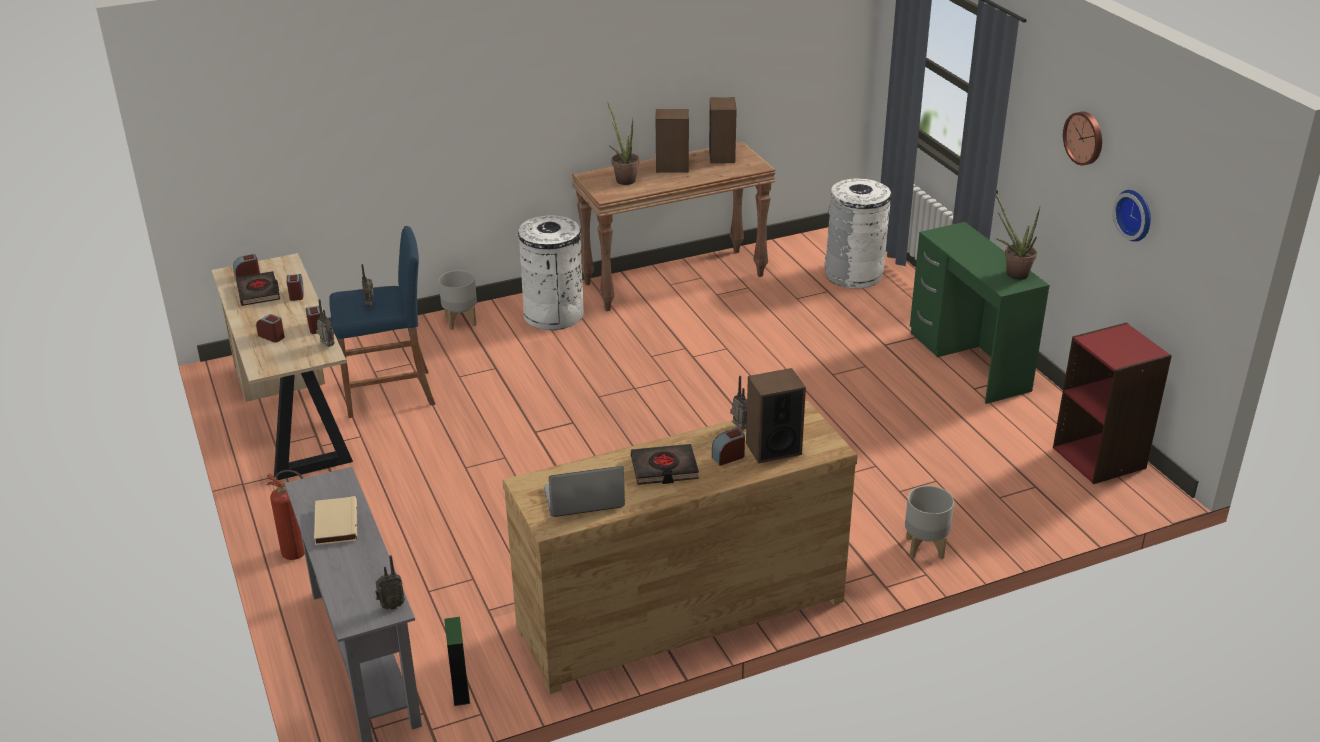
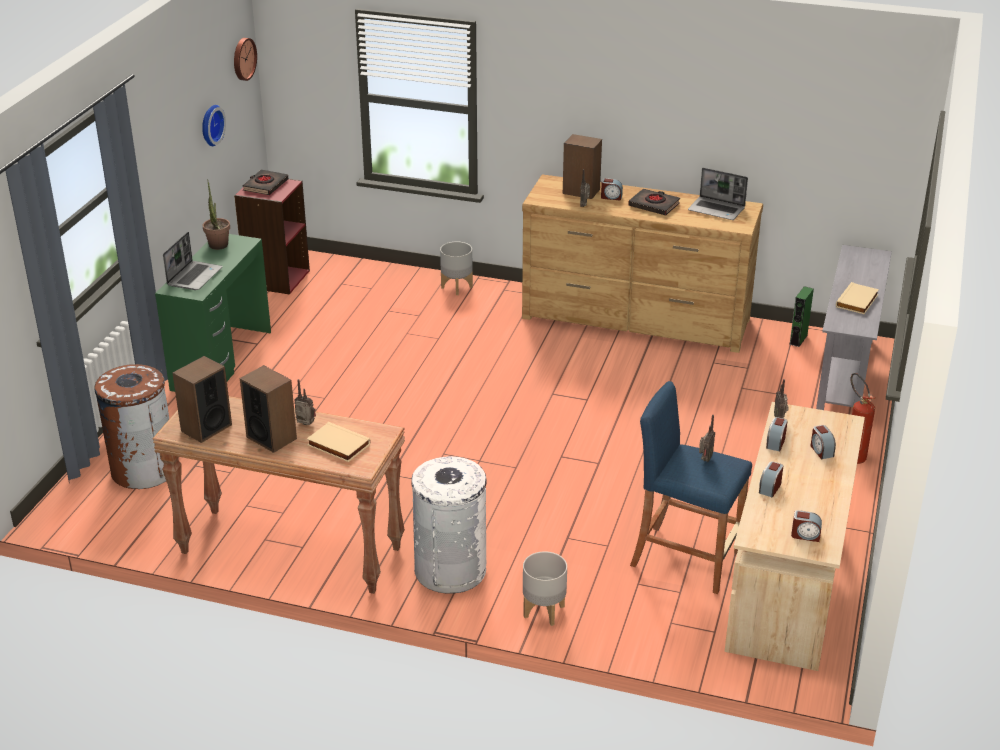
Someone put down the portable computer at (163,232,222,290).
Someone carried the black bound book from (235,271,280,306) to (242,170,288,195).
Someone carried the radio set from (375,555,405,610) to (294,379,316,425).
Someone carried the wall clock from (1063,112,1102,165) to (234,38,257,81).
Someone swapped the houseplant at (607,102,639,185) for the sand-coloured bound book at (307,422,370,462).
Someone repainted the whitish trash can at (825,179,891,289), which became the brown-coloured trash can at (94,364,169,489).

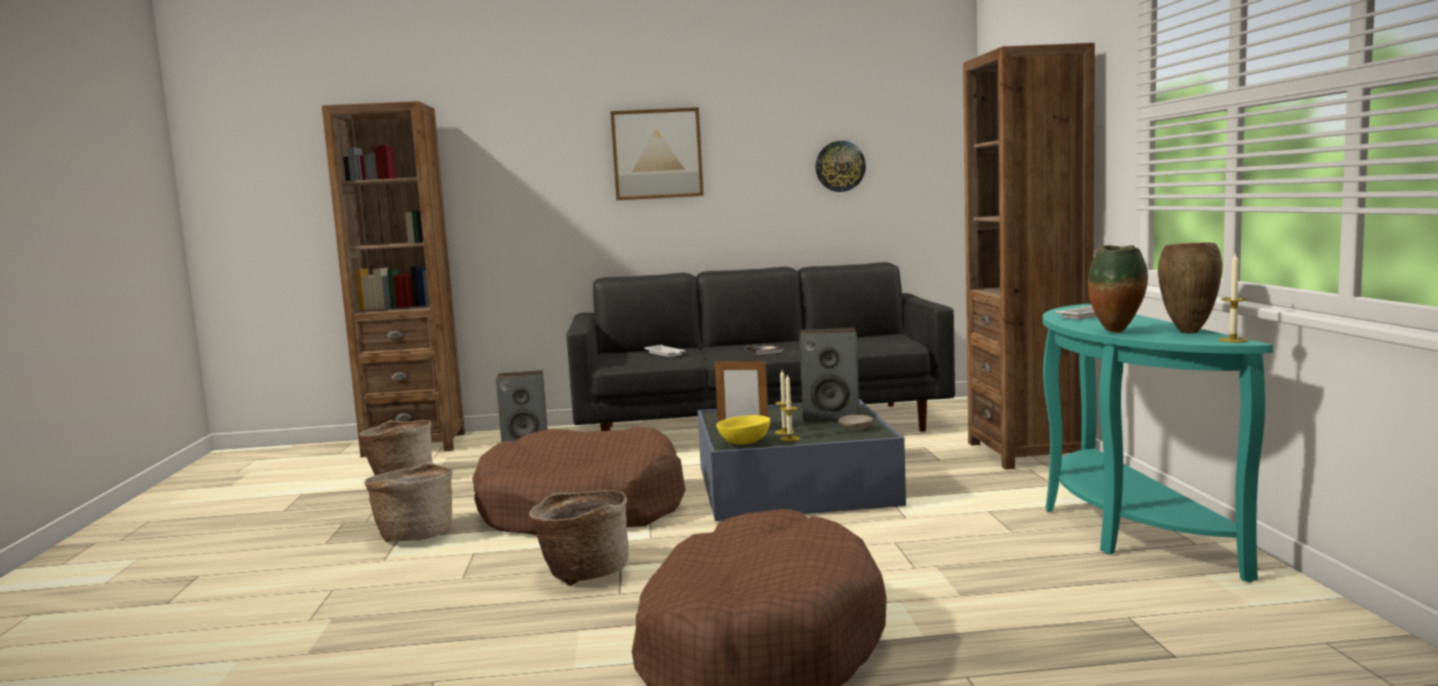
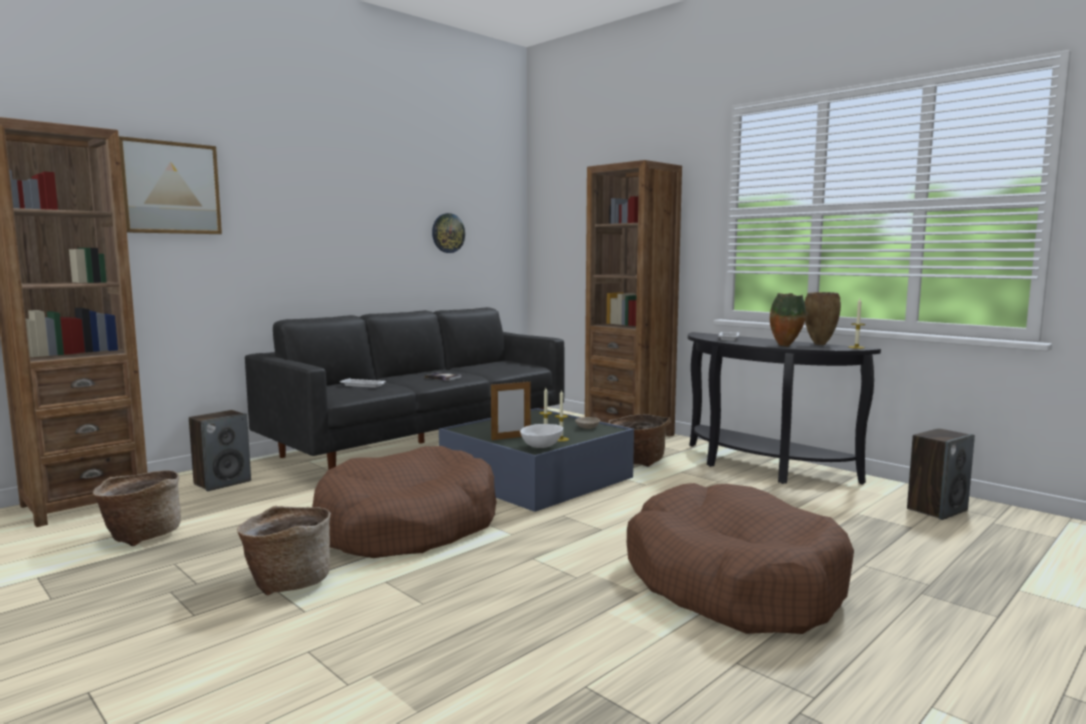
Someone carried the storage basket from (529,490,629,586) to (608,414,671,467).
Someone carried the picture from (610,107,704,200) to (119,136,222,234).
Someone carried the audio speaker from (800,328,859,422) to (907,428,975,520).
Someone repainted the yellowish deep dish at (716,415,770,445), which became the whitish deep dish at (520,424,563,448).
Someone repainted the blue-green narrow table at (1043,304,1273,582), which became the black narrow table at (688,332,881,484).

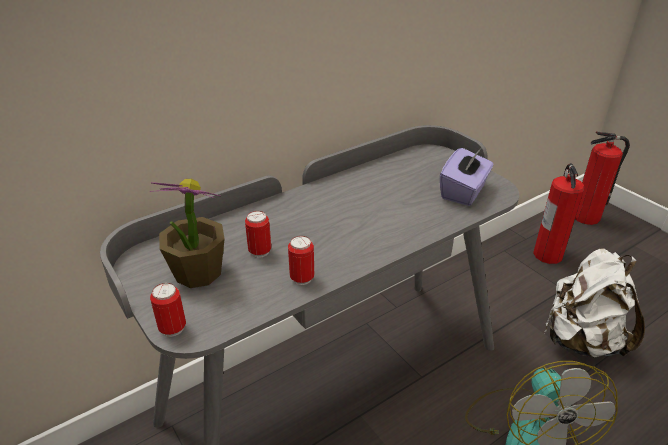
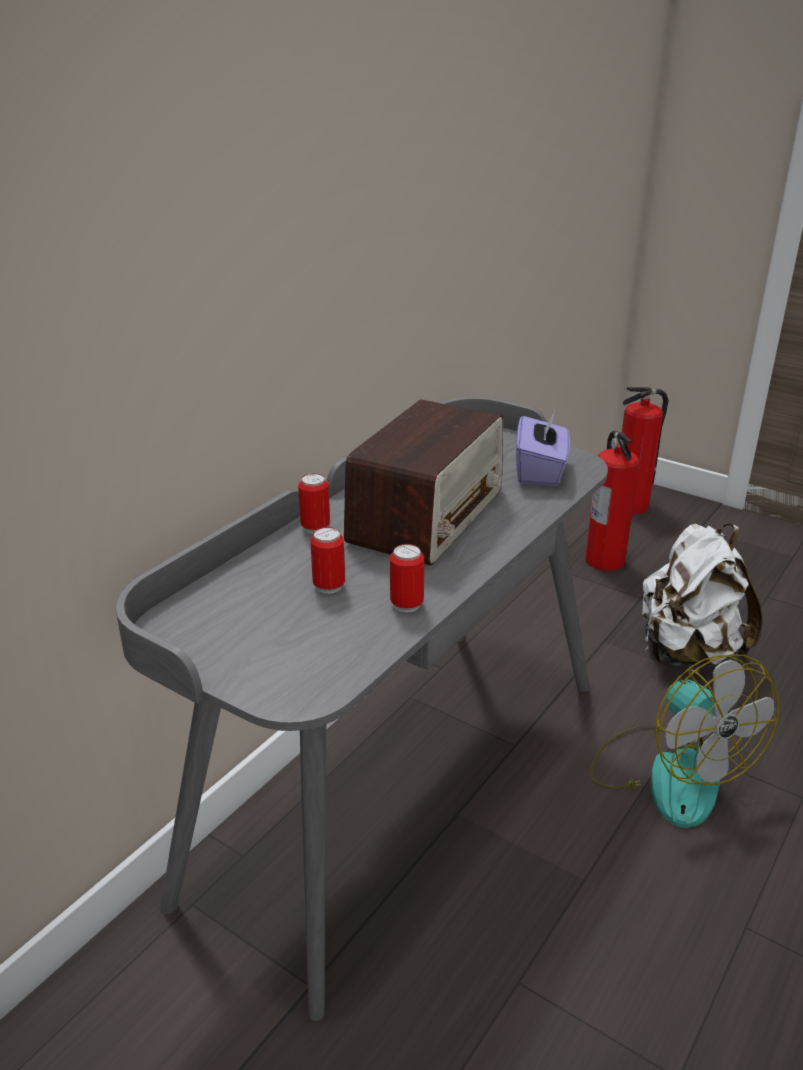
Someone took away the houseplant at (150,179,224,288).
Someone put down the radio set at (344,400,503,566).
Someone carried the sealed can from (150,283,186,337) to (298,473,330,534).

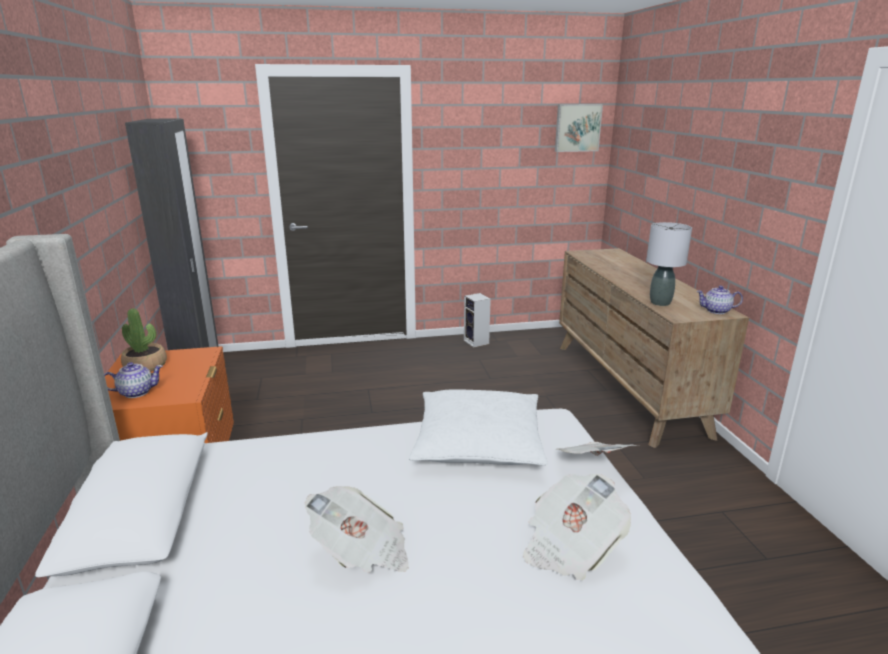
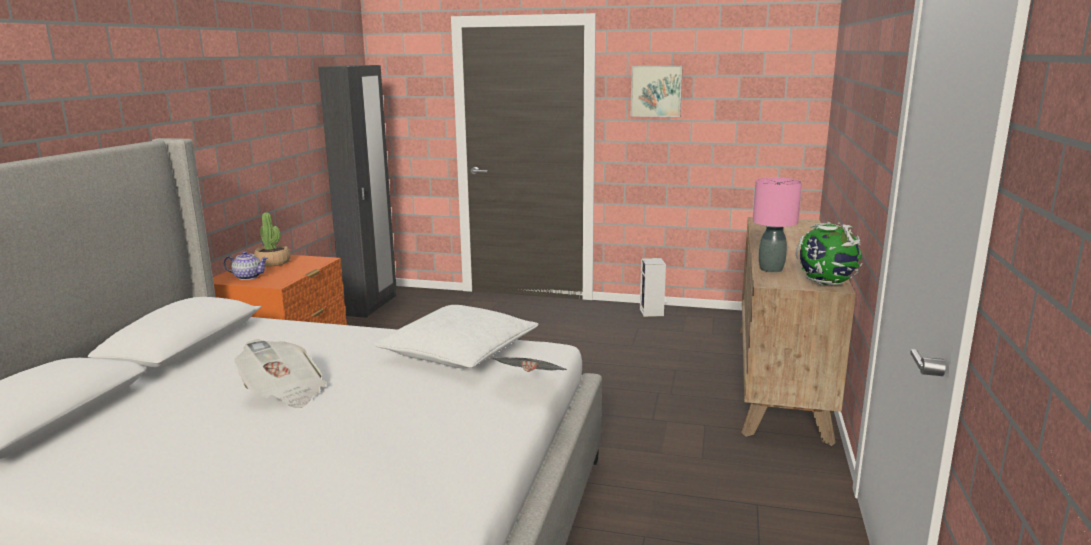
Someone took away the newspaper at (523,474,631,580).
Someone carried the picture from (555,104,603,152) to (631,66,683,117).
Someone swapped the tea pot at (696,286,743,314) for the world globe at (796,222,862,285).
Someone repainted the gray lamp for a table at (646,222,692,306), which became the pinkish lamp for a table at (753,177,802,273).

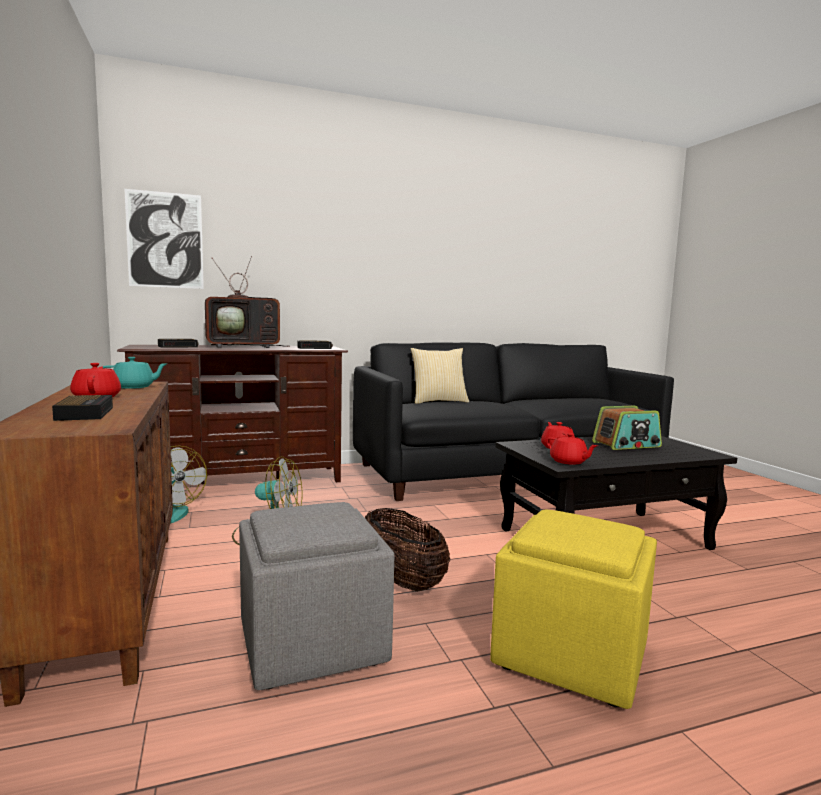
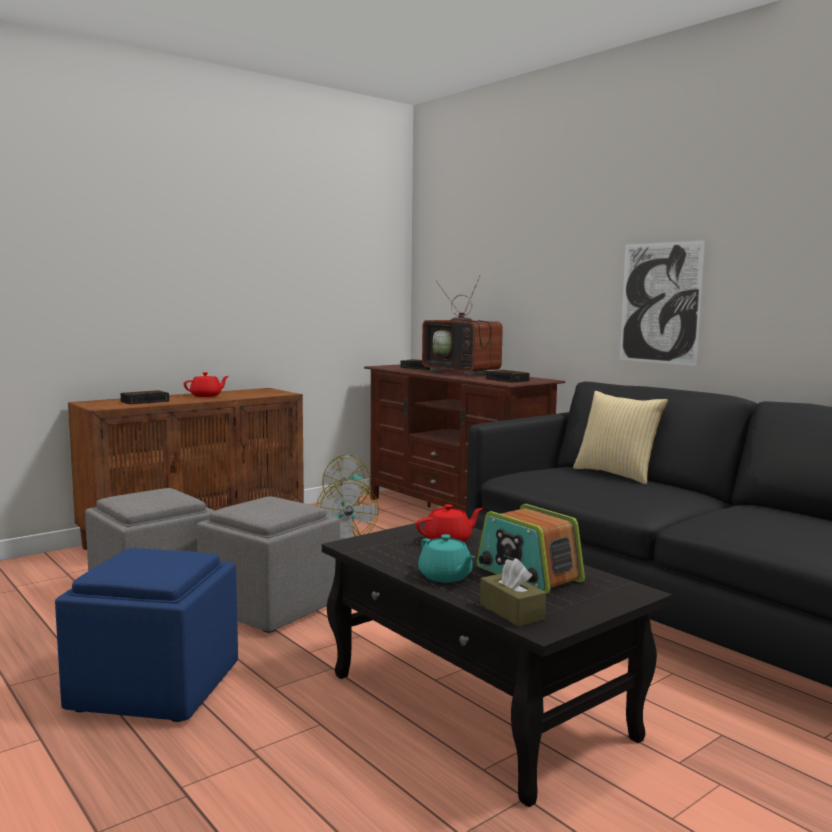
Someone took away the reddish tea pot at (546,433,598,465).
Someone put down the brown-coloured tissue box at (480,558,546,626).
Someone carried the blue-green tea pot from (102,357,168,389) to (418,534,475,583).
Someone carried the picture from (124,189,204,289) to (620,240,705,366).
Someone swapped the storage basket at (365,508,450,592) for the gray pouffe at (197,496,340,633).
Someone repainted the yellowish pouffe at (490,510,657,709), which became the blue pouffe at (55,548,238,722).

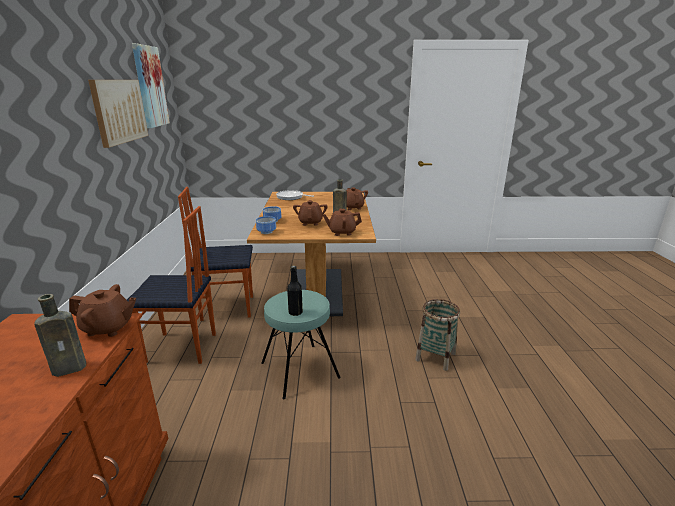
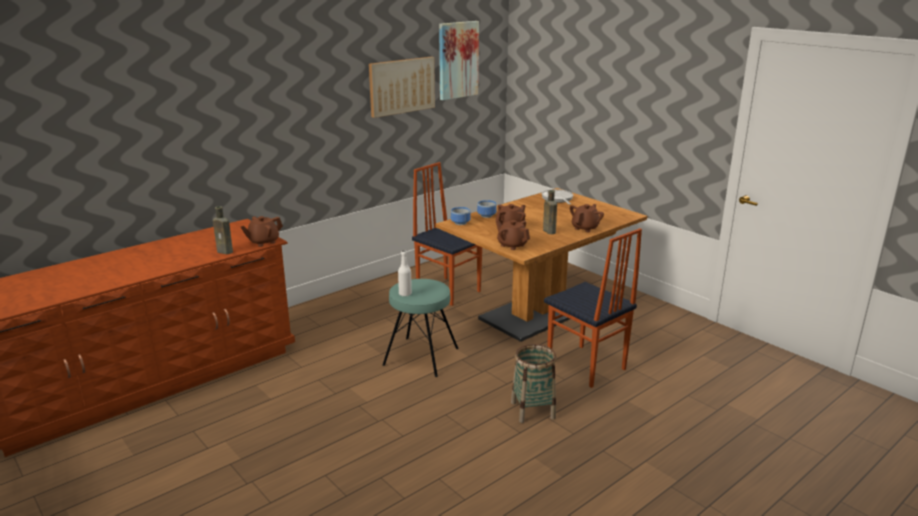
Someone carried the plain chair from (127,206,216,364) to (544,228,642,388).
Someone repainted the black beverage bottle at (287,266,303,316), which became the whitish beverage bottle at (398,251,412,297).
Someone rotated the brown-coloured tea pot at (69,284,136,337) by 90 degrees clockwise.

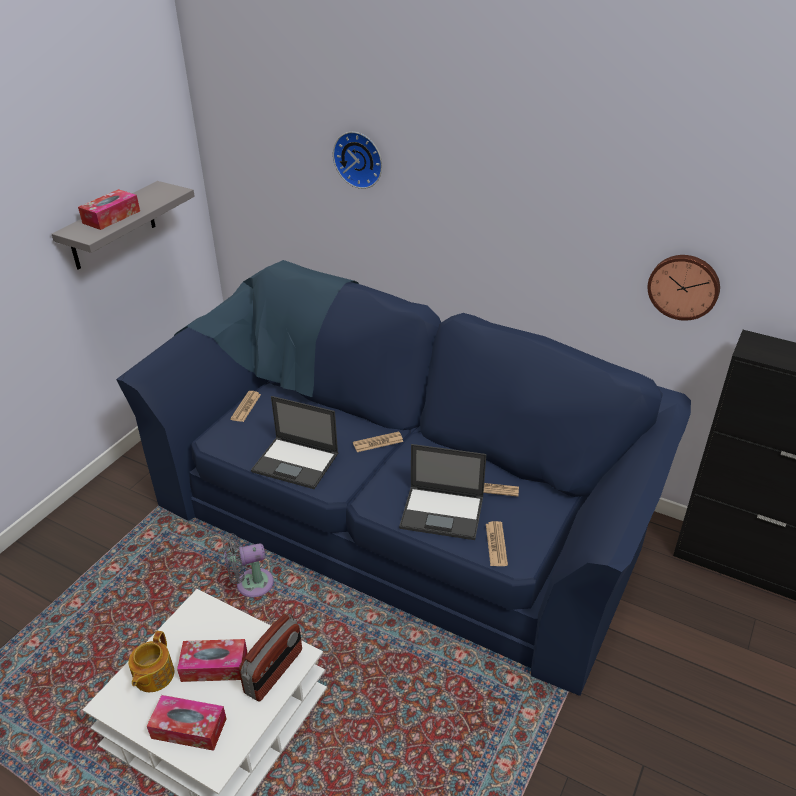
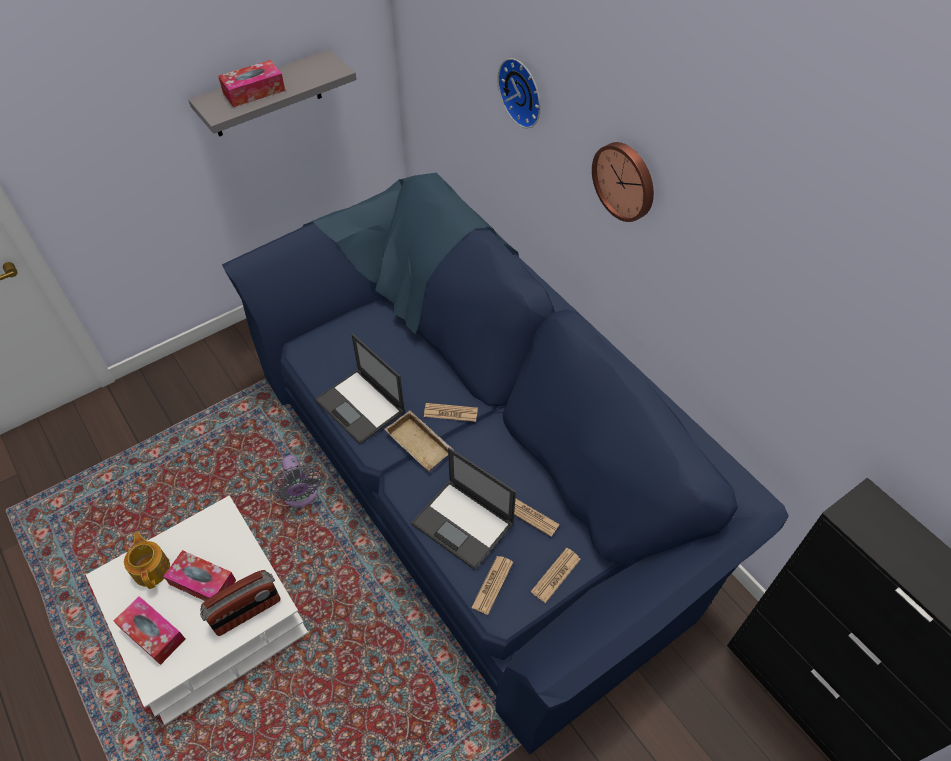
Someone put down the sand-coloured tray at (384,410,454,472).
Someone carried the newspaper from (230,391,261,422) to (531,548,581,603).
Someone carried the wall clock from (648,255,720,321) to (592,142,654,222).
Someone rotated the tea pot at (128,631,174,692) by 120 degrees clockwise.
Someone rotated the gray fan at (222,533,274,597) by 120 degrees counterclockwise.

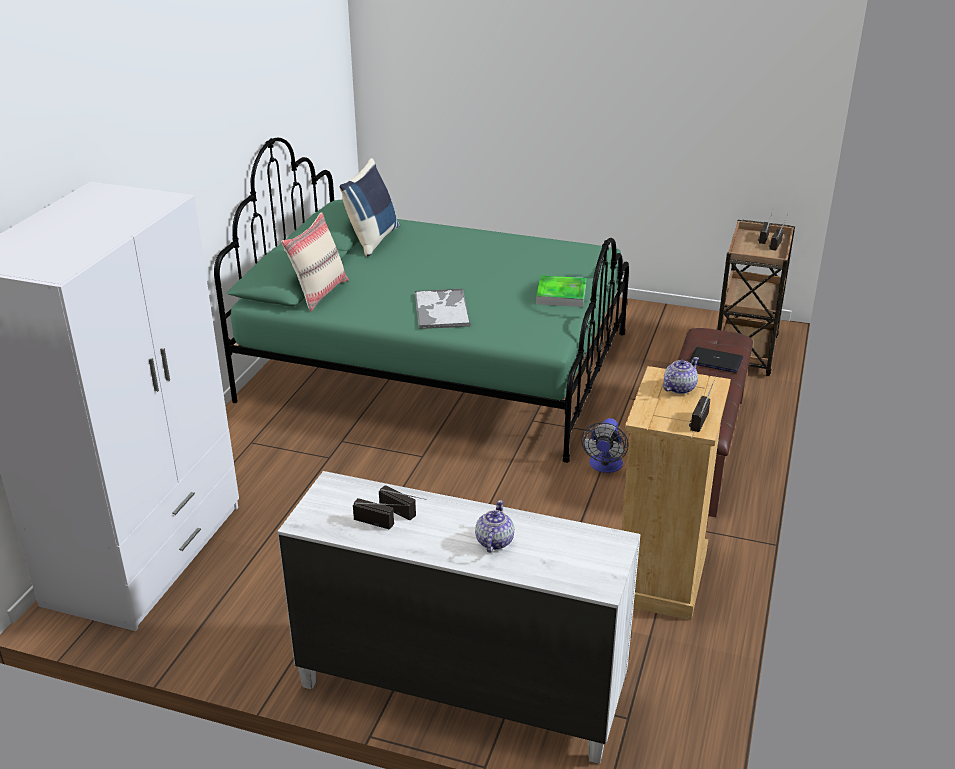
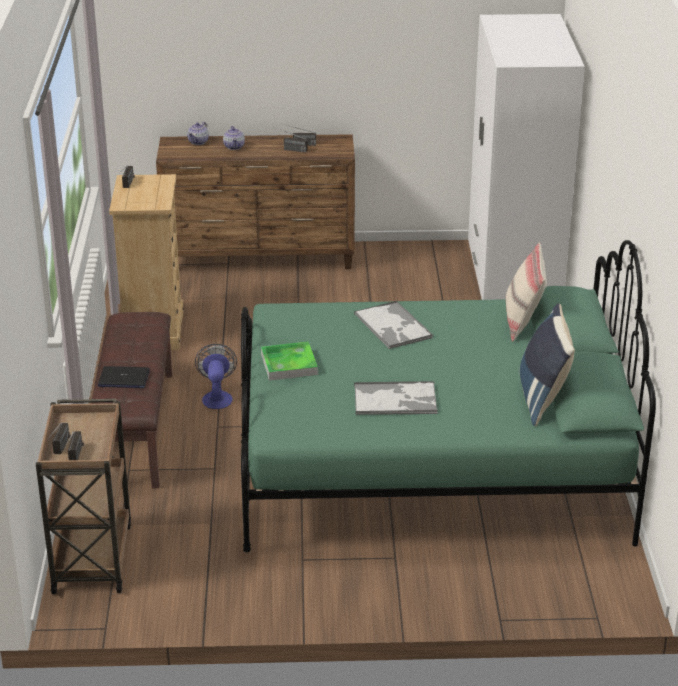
Someone put down the tray at (354,381,438,415).
Someone carried the tea pot from (663,357,699,394) to (187,122,209,145).
Someone repainted the whitish dresser at (277,471,640,764), which became the brown-coloured dresser at (156,134,355,269).

